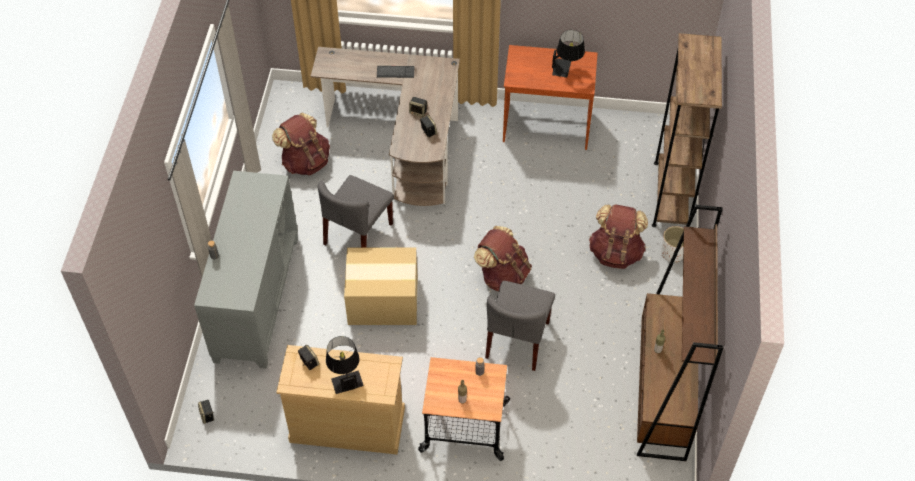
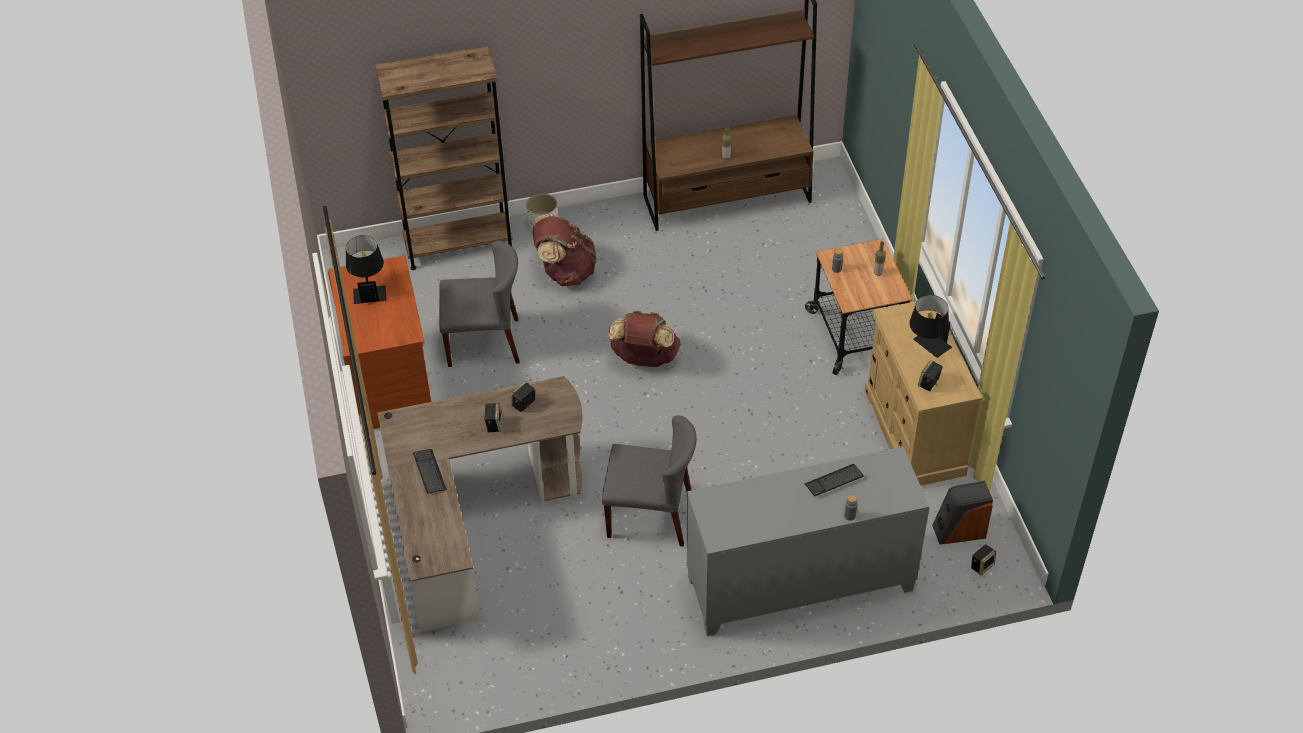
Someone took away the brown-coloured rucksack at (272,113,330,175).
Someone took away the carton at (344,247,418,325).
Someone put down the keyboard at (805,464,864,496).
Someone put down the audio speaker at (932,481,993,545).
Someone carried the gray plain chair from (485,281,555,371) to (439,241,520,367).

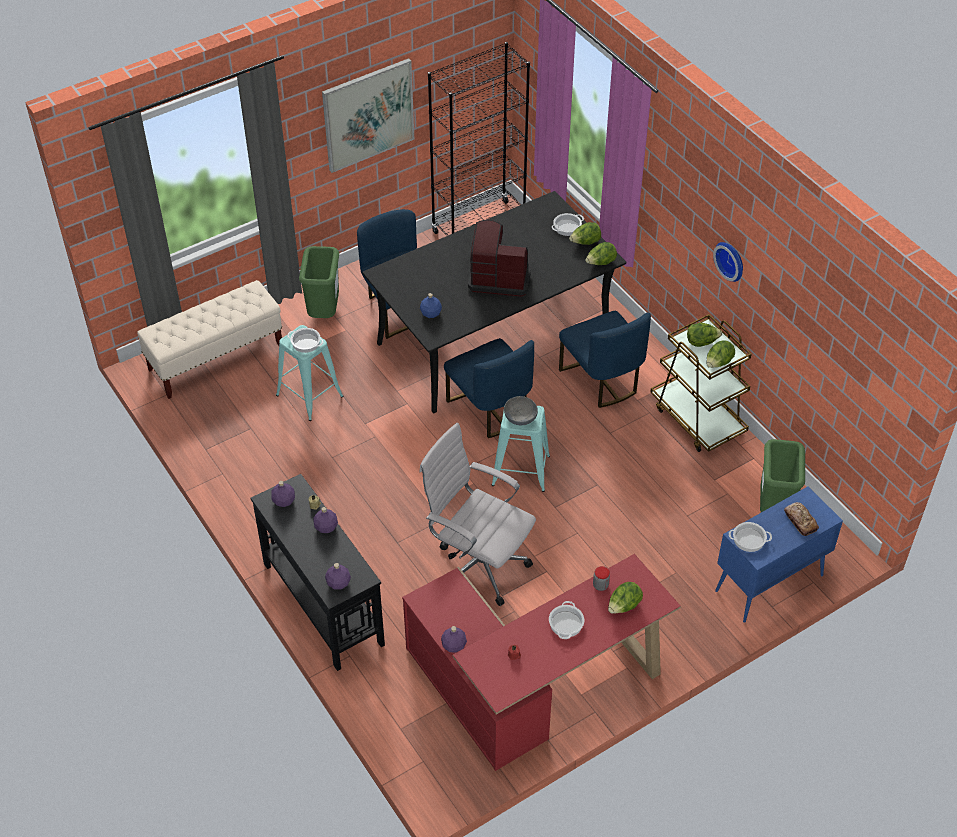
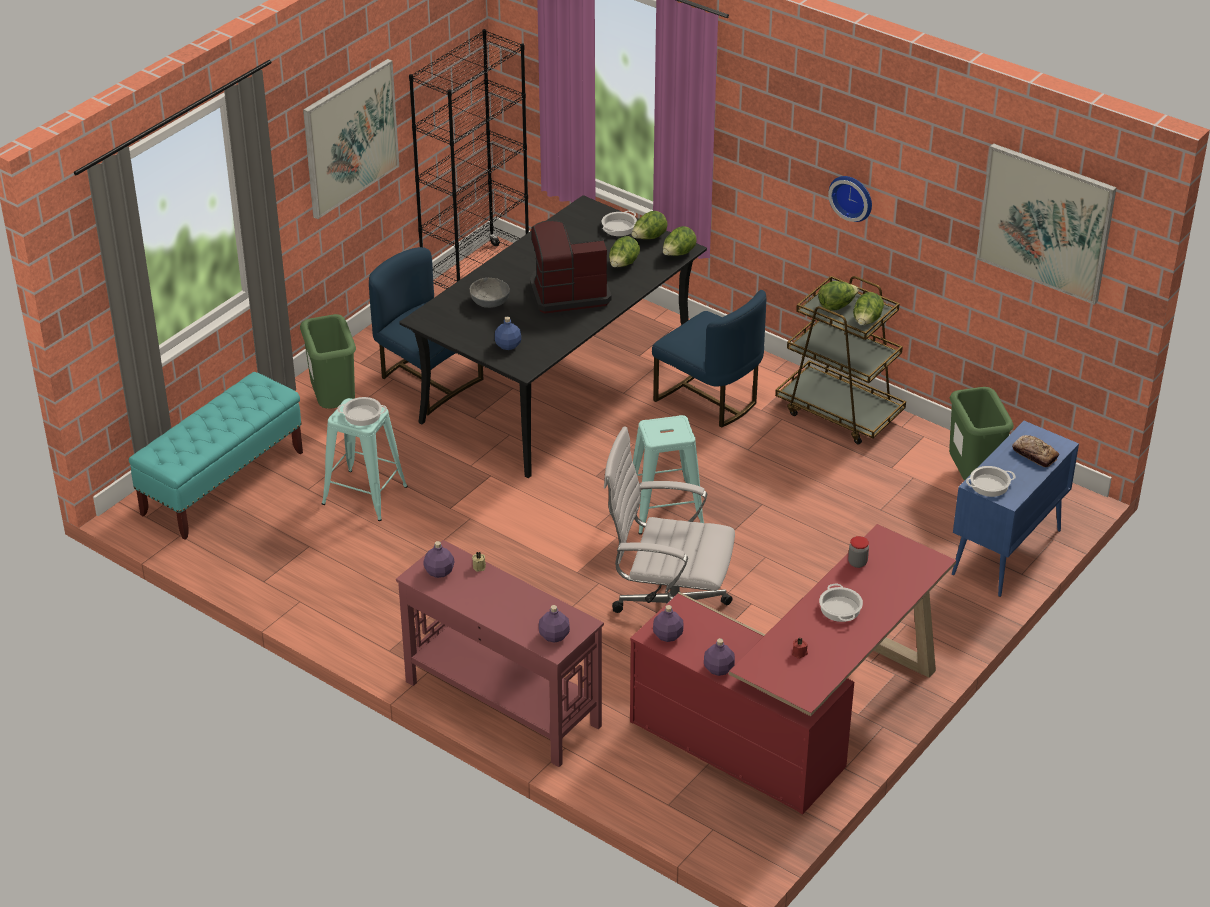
Someone took away the blue plain chair at (444,338,534,438).
Someone put up the picture at (976,143,1117,305).
Someone carried the purple-coloured beverage bottle from (313,507,338,533) to (653,605,684,642).
Someone carried the gray deep dish from (504,396,538,425) to (470,278,510,308).
Someone carried the lettuce from (608,582,643,614) to (609,236,640,267).
Someone repainted the sand-coloured bench at (137,280,282,399), which became the blue-green bench at (129,372,303,539).
Someone repainted the black narrow table at (250,474,385,671), which became the reddish narrow table at (396,540,604,767).

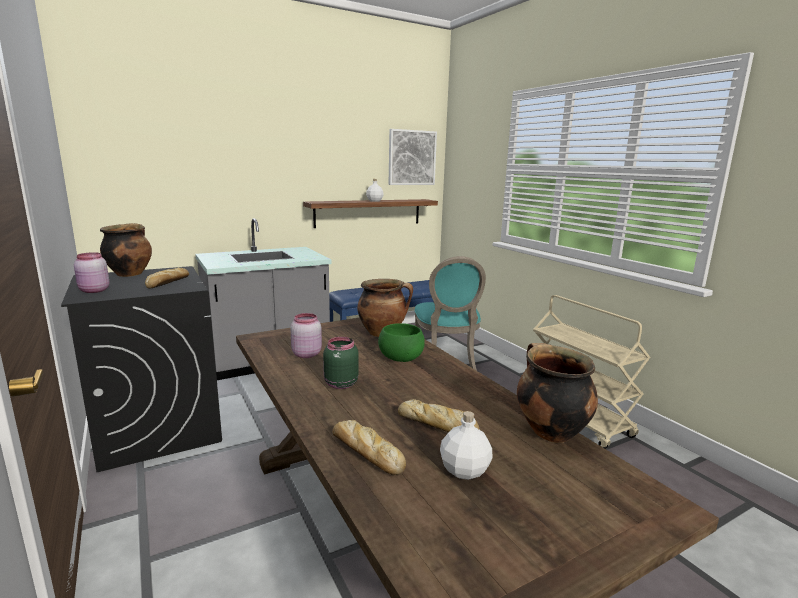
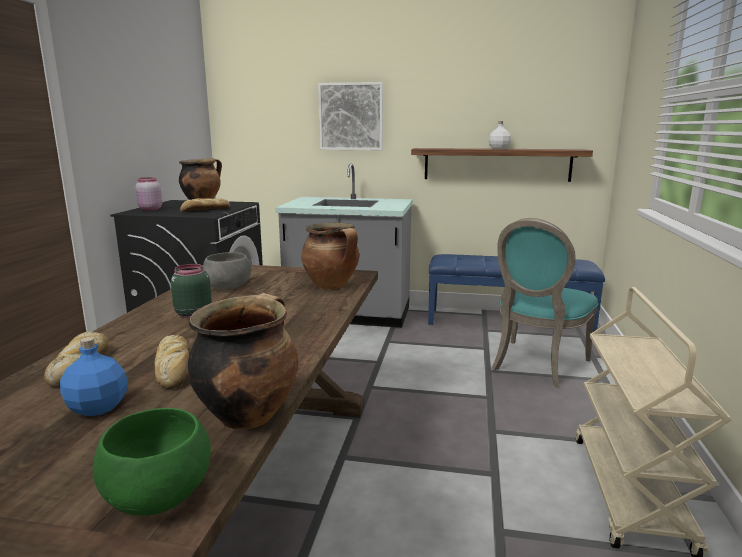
Someone carried the greenish deep dish from (378,323,425,362) to (93,408,211,516).
Someone carried the picture from (389,129,437,185) to (318,82,383,150).
Someone swapped the pinkish storage jar at (290,313,322,358) for the gray deep dish at (203,252,251,290).
Someone repainted the whitish beverage bottle at (440,411,493,480), which became the blue beverage bottle at (60,337,128,416).

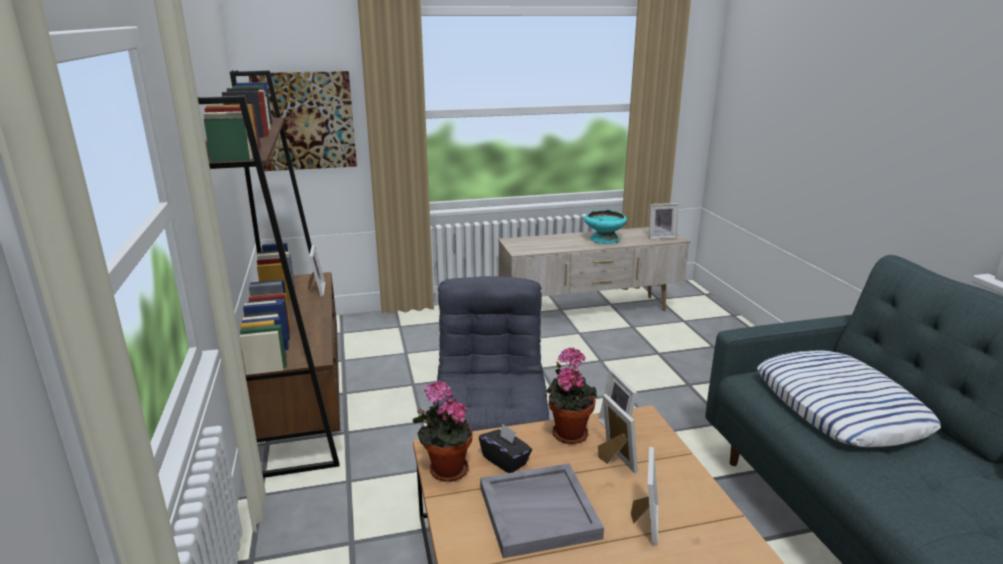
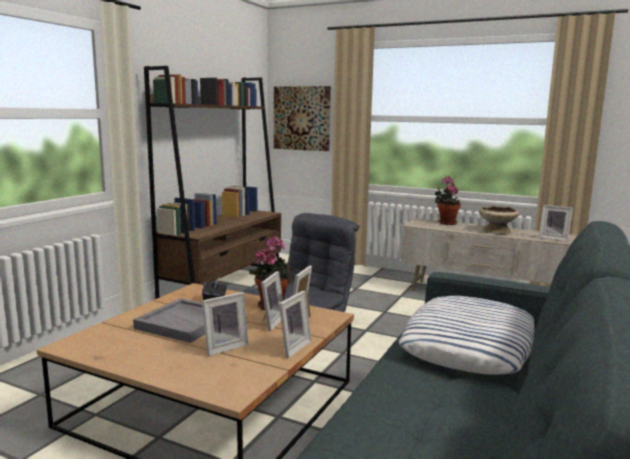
Someone carried the standing frame from (308,245,325,297) to (279,291,311,358).
Someone carried the houseplant from (412,380,472,482) to (435,176,461,225).
Someone repainted the blue-green deep dish at (584,209,627,244), which became the sand-coloured deep dish at (479,205,519,234).

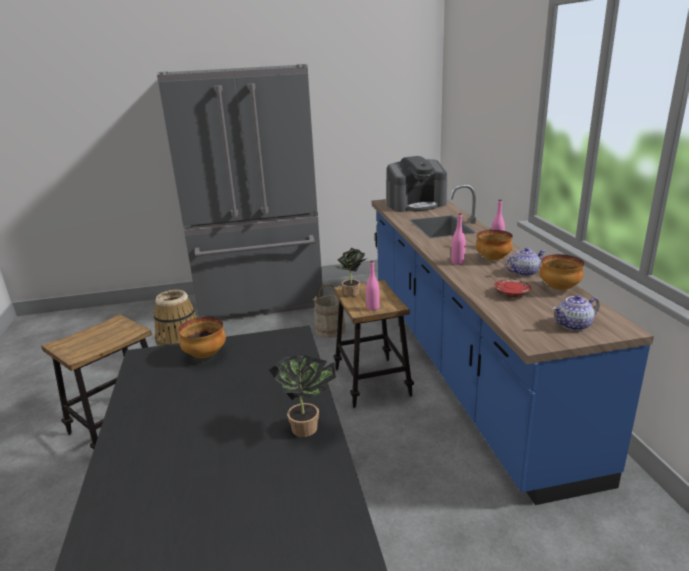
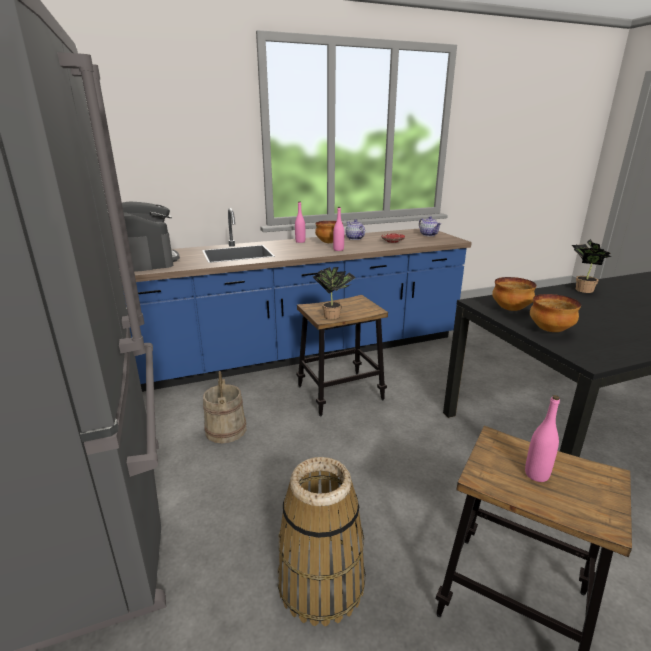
Someone carried the pinkish beverage bottle from (366,261,380,311) to (525,395,560,482).
Someone carried the deep dish from (540,254,585,290) to (492,277,537,311).

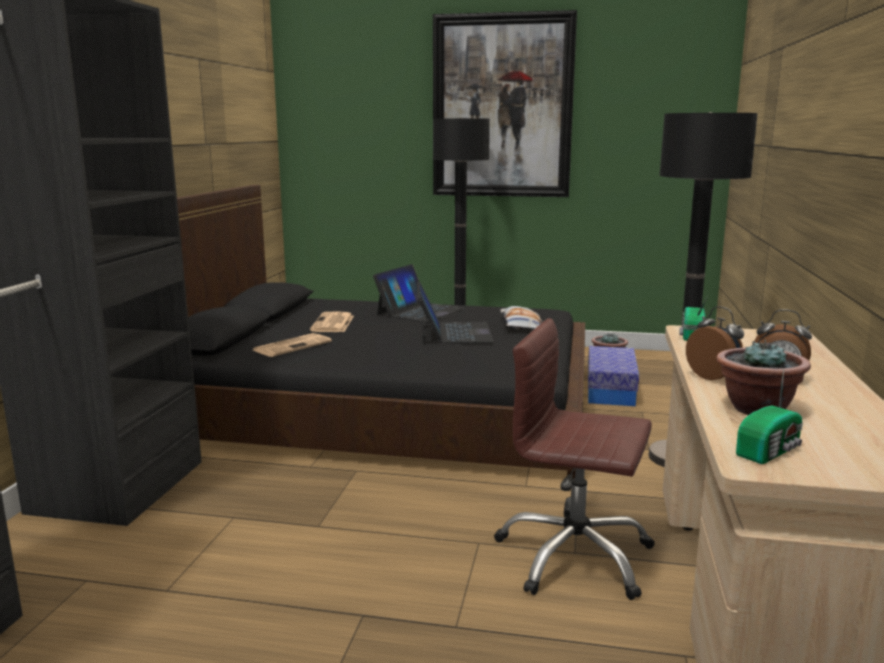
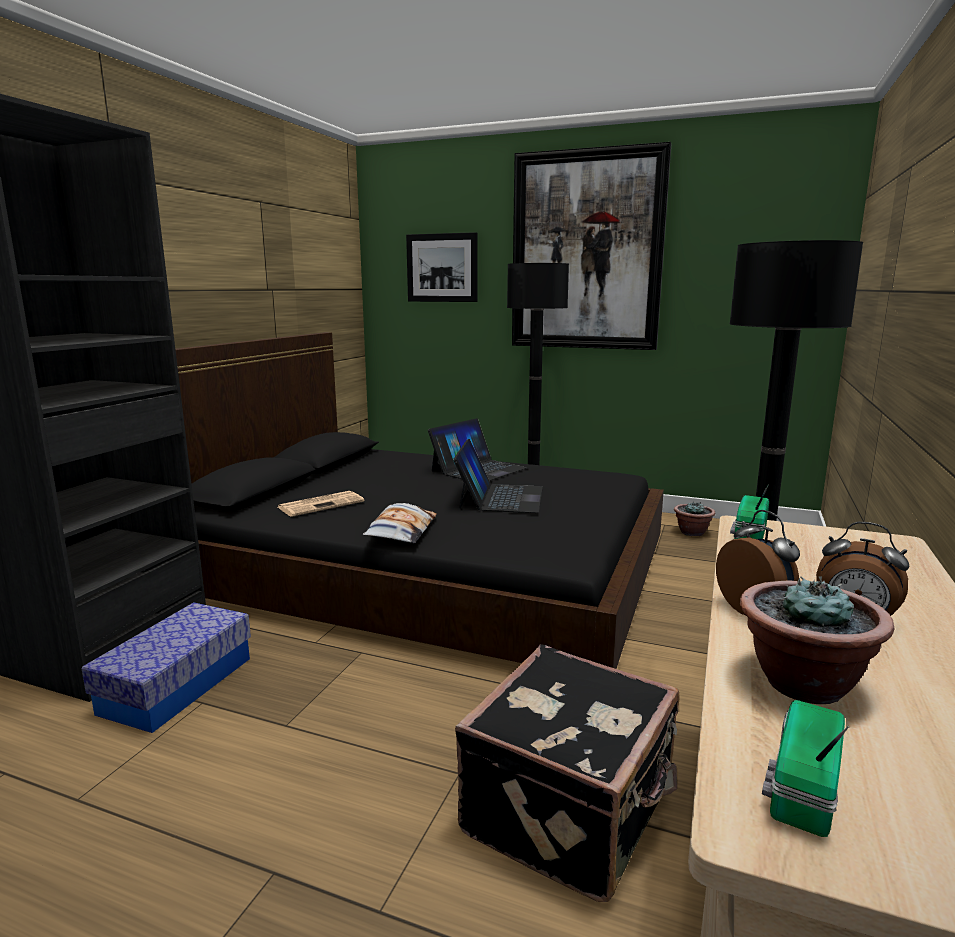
Someone took away the newspaper at (310,311,354,332).
Someone put up the picture at (406,232,477,302).
Someone carried the pillow from (500,306,542,329) to (363,503,437,543).
Someone carried the storage container from (588,346,639,406) to (82,602,251,733).
Someone swapped the brown-coloured computer chair at (494,318,655,600) for the black travel case at (455,644,680,902).
Someone rotated the radio set at (736,368,803,464) by 150 degrees clockwise.

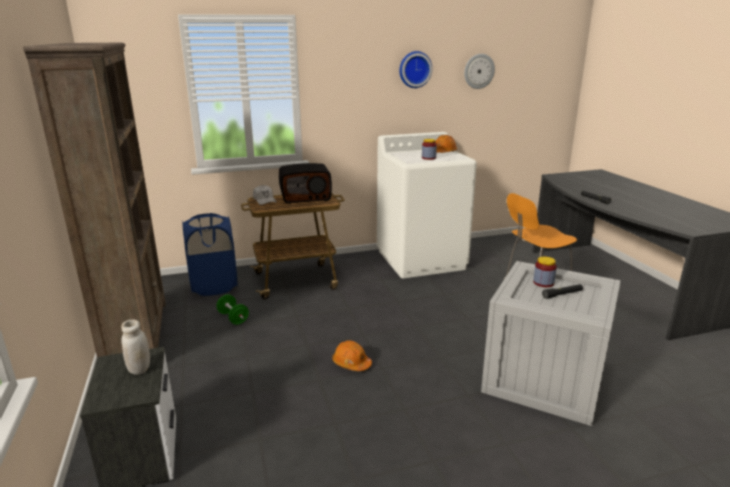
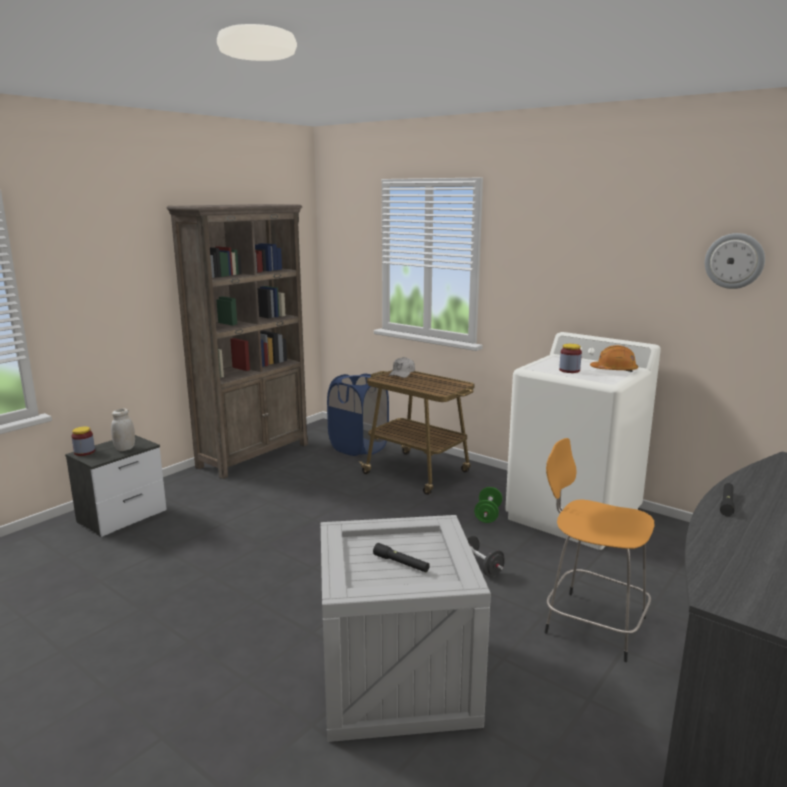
Someone took away the radio set at (279,163,332,204).
Someone took away the orangey safety helmet at (332,340,372,371).
Someone took away the wall clock at (399,51,432,88).
Someone put down the black dumbbell at (466,535,505,577).
Someone carried the greenish dumbbell from (216,294,249,325) to (474,487,502,523).
Someone carried the storage jar from (533,257,557,287) to (71,427,95,456).

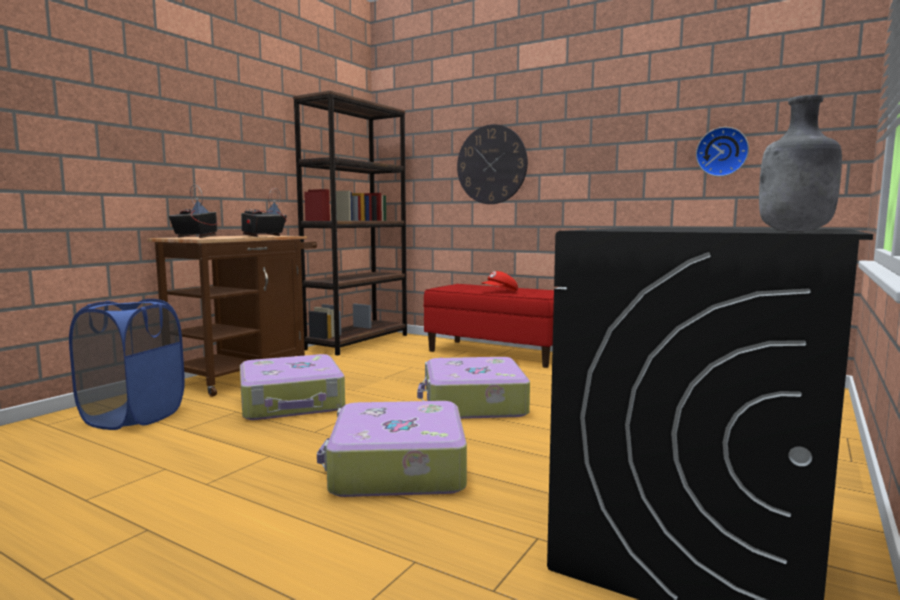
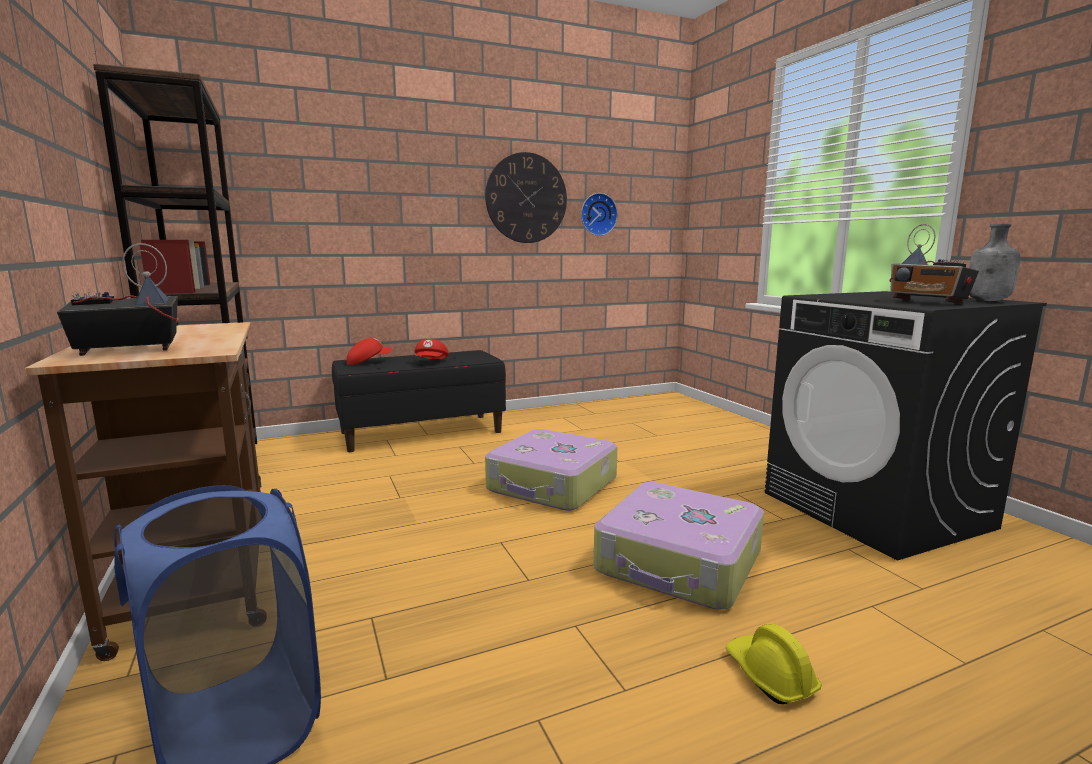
Someone took away the travel case at (240,354,345,420).
Someone put down the reddish baseball cap at (346,338,392,365).
Someone put down the yellowish safety helmet at (726,624,822,704).
Someone carried the radio set from (241,188,287,237) to (889,224,979,304).
Someone carried the wall clock from (457,124,528,204) to (485,152,567,243).
Someone repainted the reddish bench at (424,284,554,368), which became the black bench at (332,350,506,452).

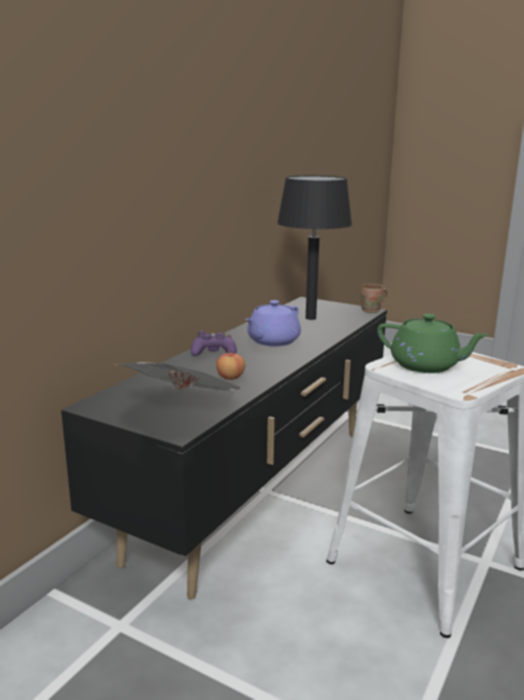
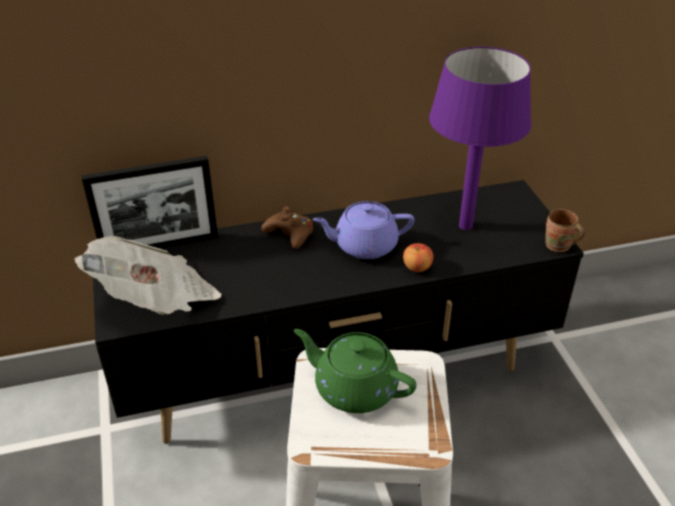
Someone put down the standing frame at (81,156,218,248).
Someone carried the apple from (216,350,245,380) to (403,243,433,272).
Someone repainted the purple-coloured joypad at (191,331,237,356), which became the brown-coloured joypad at (261,206,313,249).
Someone repainted the black lamp for a table at (277,175,352,320), which became the purple-coloured lamp for a table at (429,47,531,230).
Someone rotated the greenish tea pot at (377,314,489,373) by 135 degrees clockwise.

